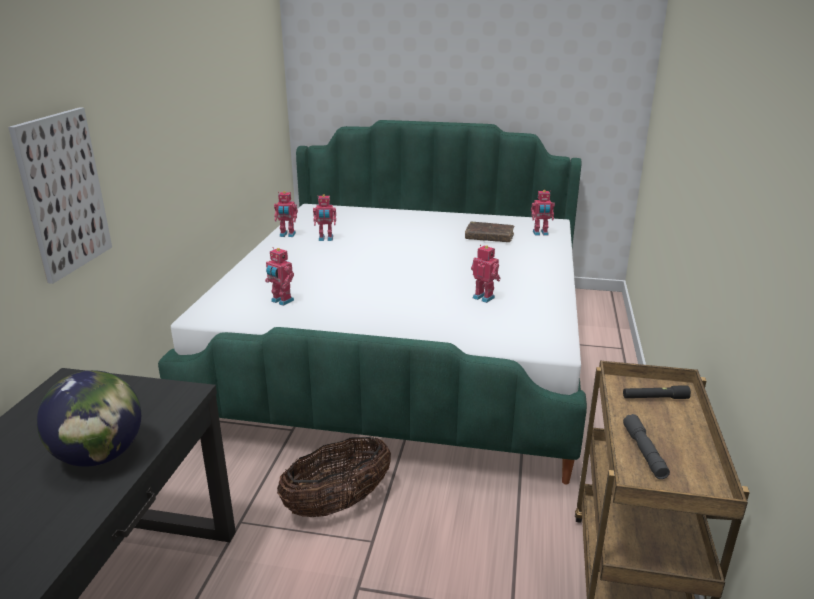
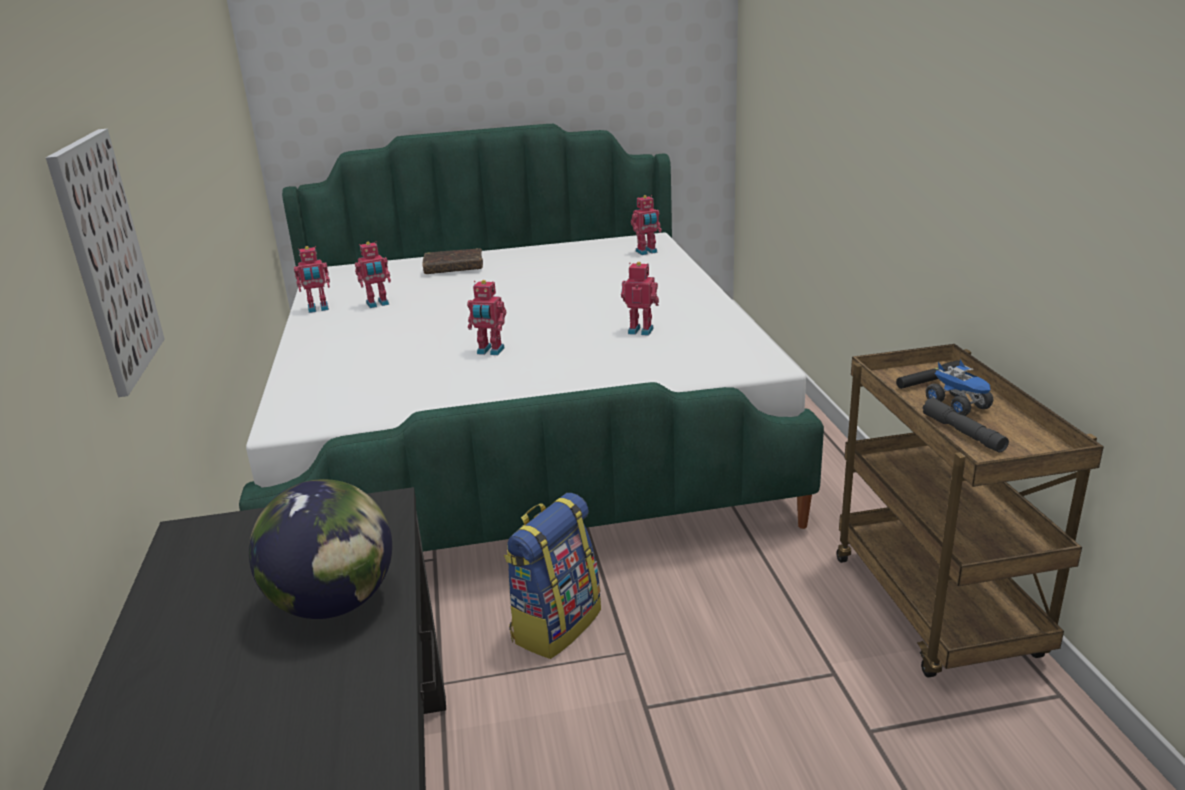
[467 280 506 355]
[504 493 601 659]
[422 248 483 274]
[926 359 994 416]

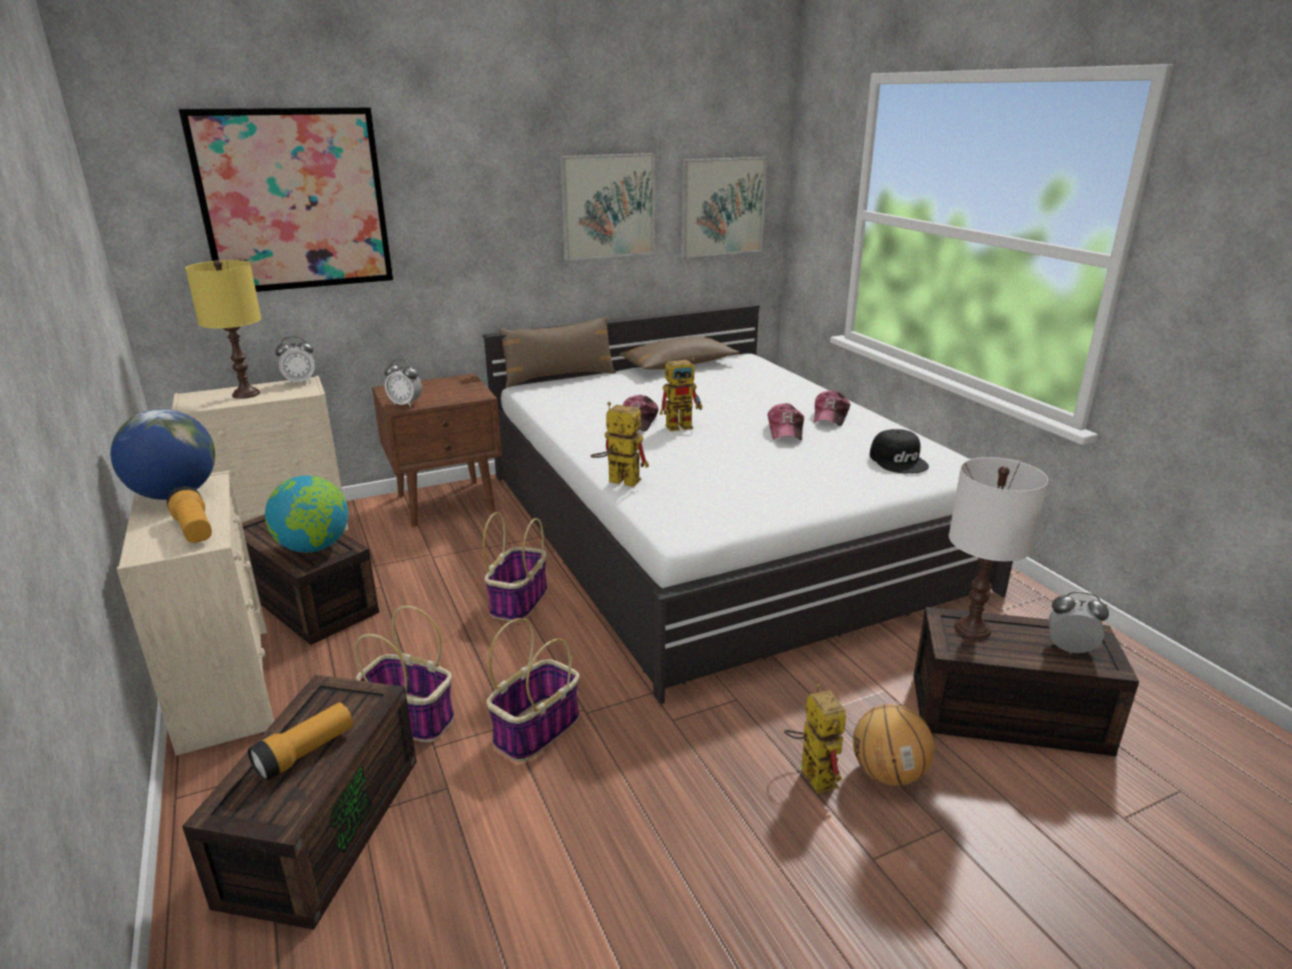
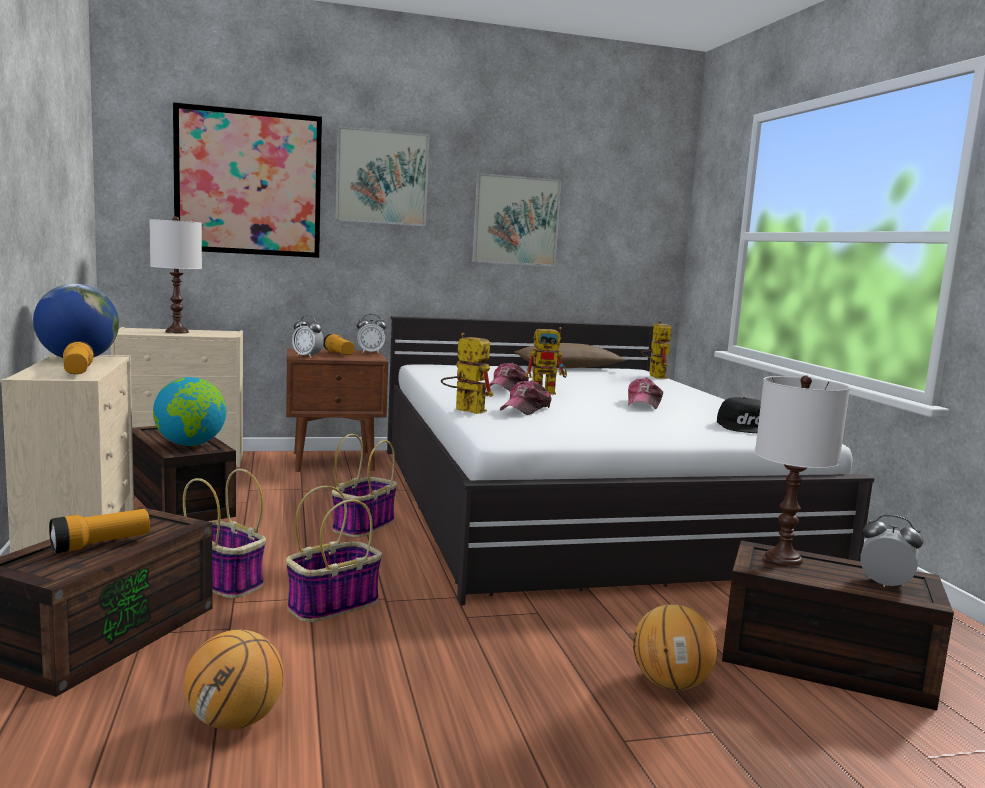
[149 216 202 333]
[357 314 386 353]
[499 317 616 387] (first image)
[335 126 430 226]
[641 321 671 379]
[500 381 551 415]
[184 629 284 730]
[323 334 355 355]

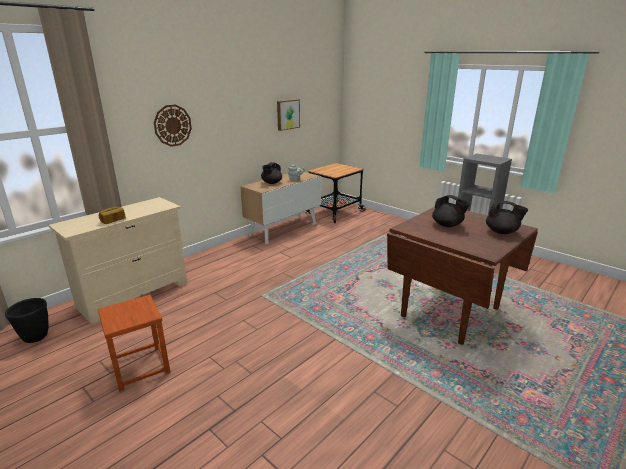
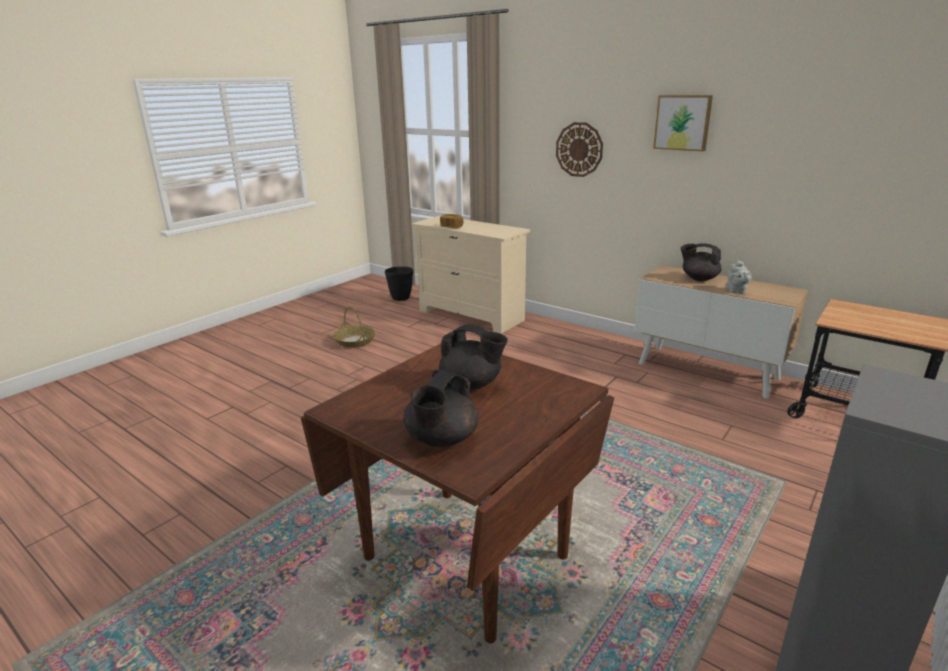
[333 307 376 348]
[653 95 713 151]
[439 325 508 390]

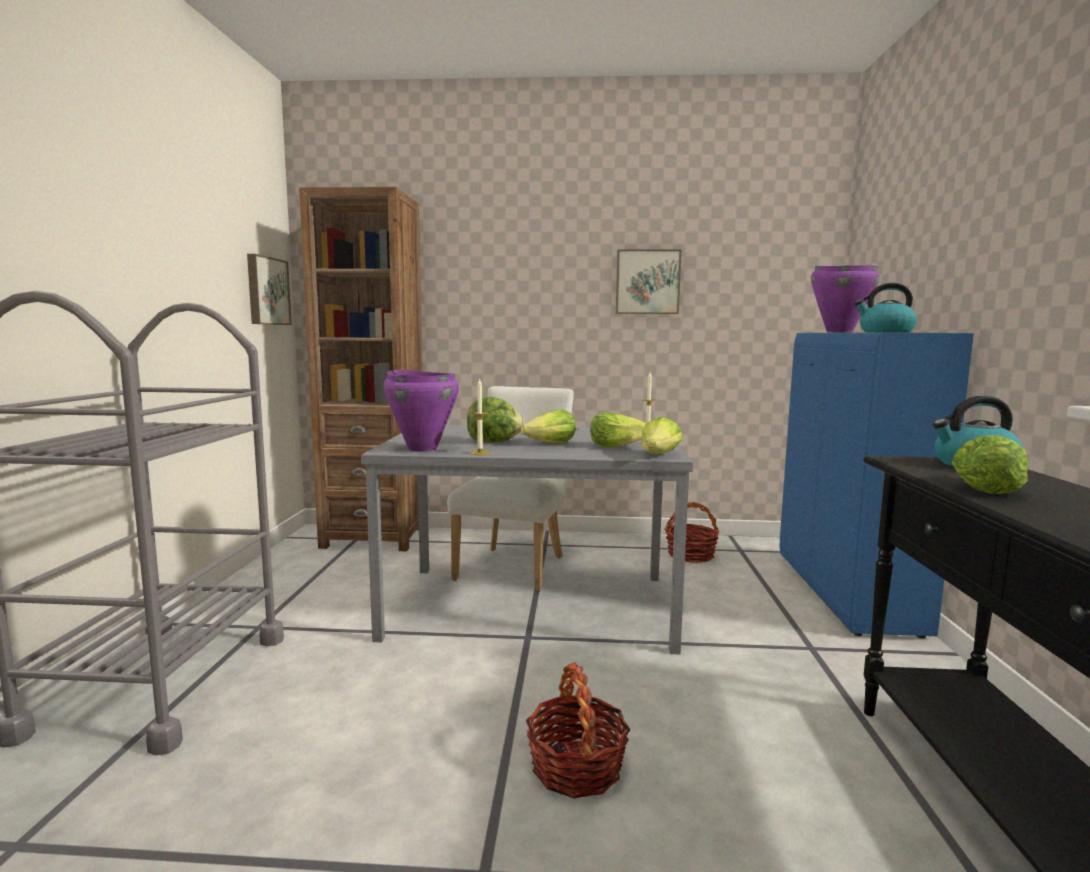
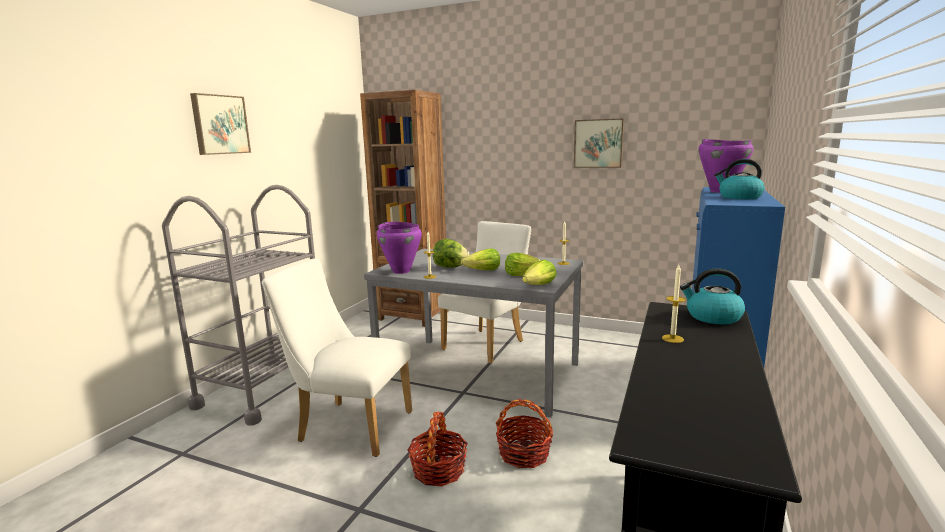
[190 93 251 155]
[496 399 553 468]
[662 265 686 343]
[262 258 412 457]

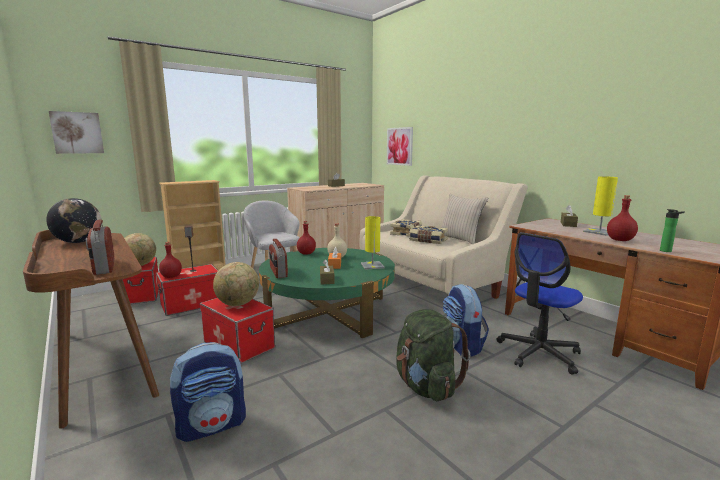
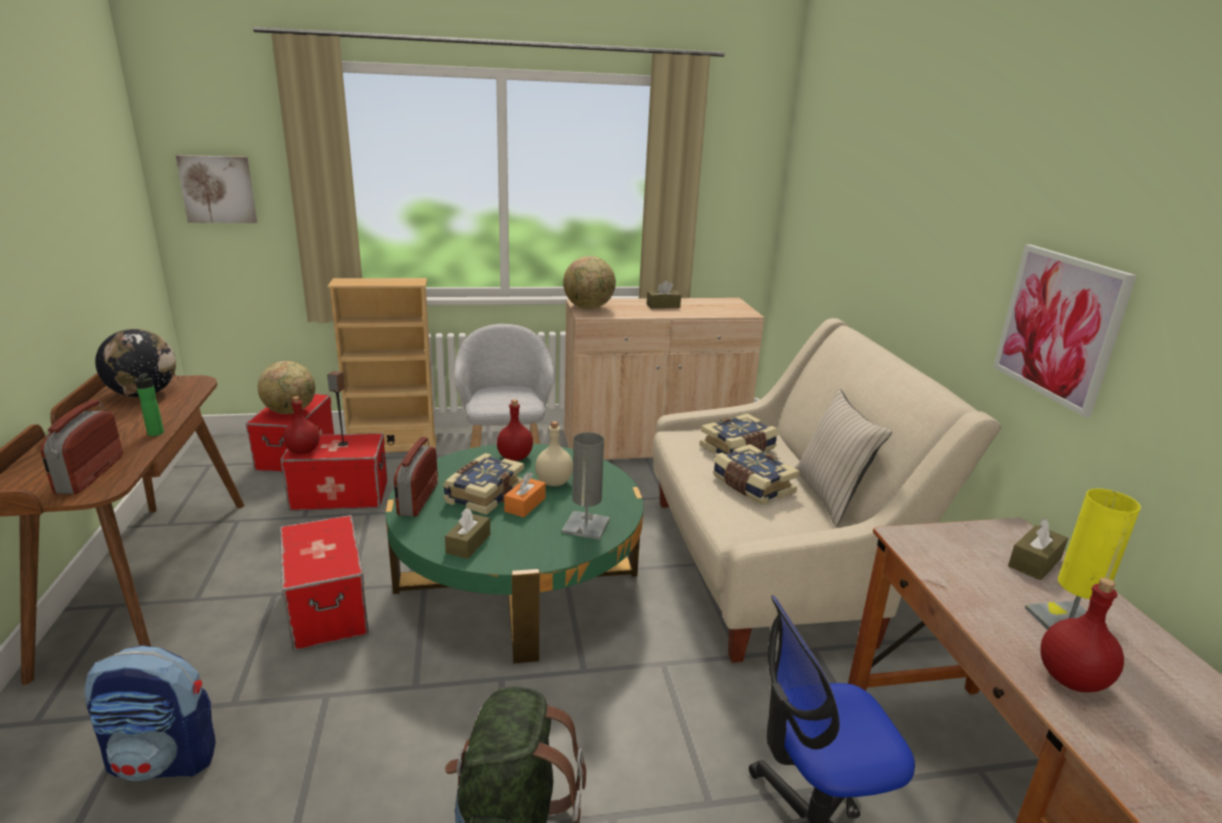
[563 256 616 309]
[562 432 610 540]
[993 244 1137 417]
[443 284 489 357] (first image)
[133 373 164 436]
[443 453 524 515]

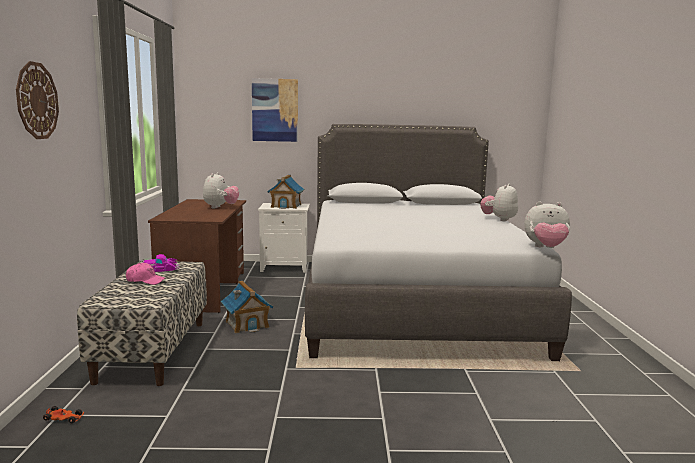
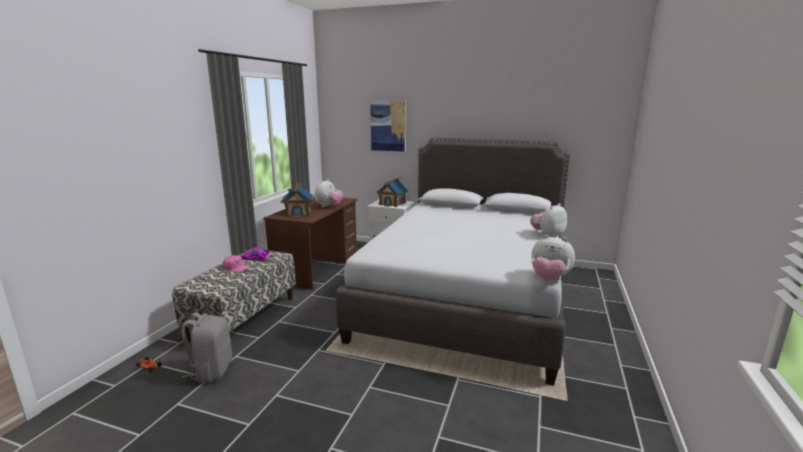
[16 61 59 139] (first image)
[281 183 314 217]
[181 313 232 383]

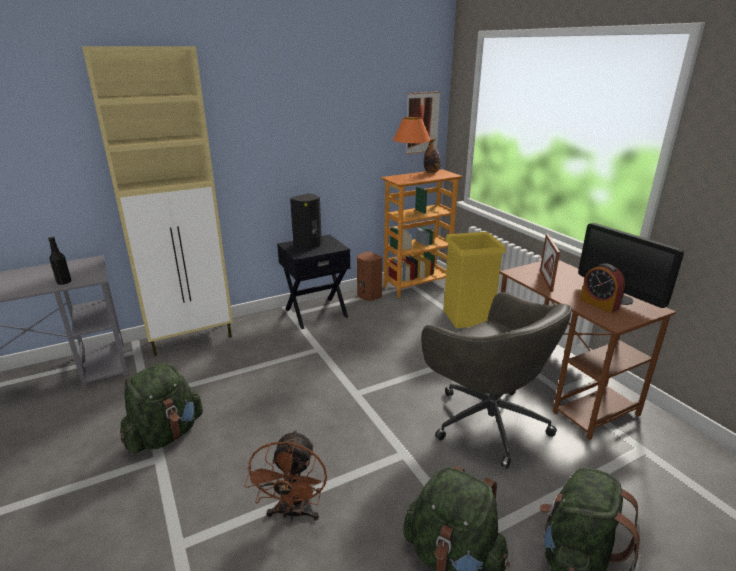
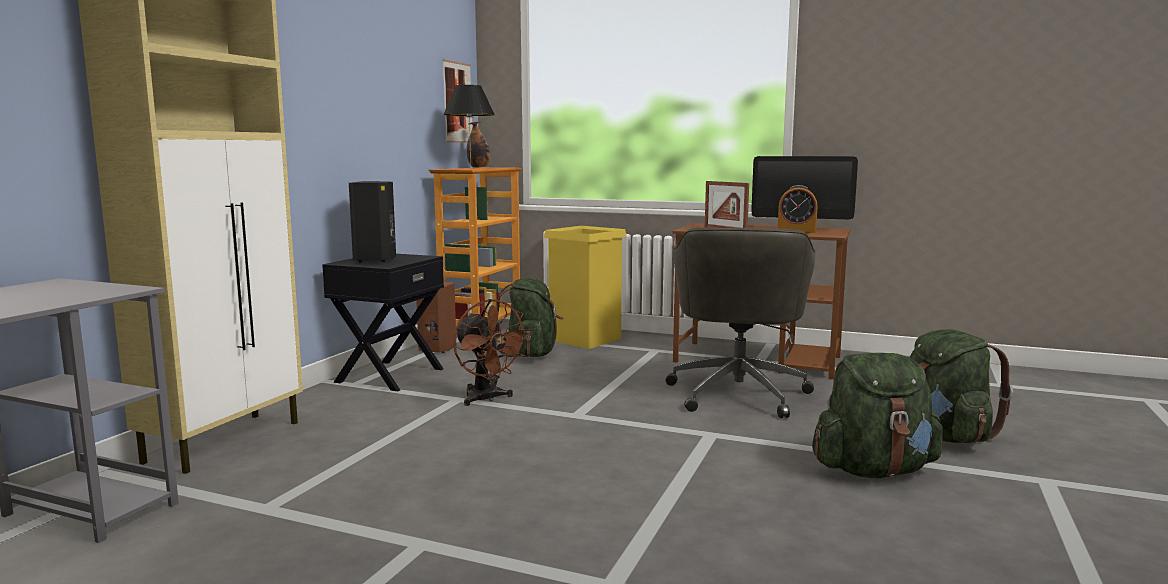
[48 237 71 285] (first image)
[496 278 563 357]
[453 299 531 406]
[443 85 495 169]
[666 227 816 418]

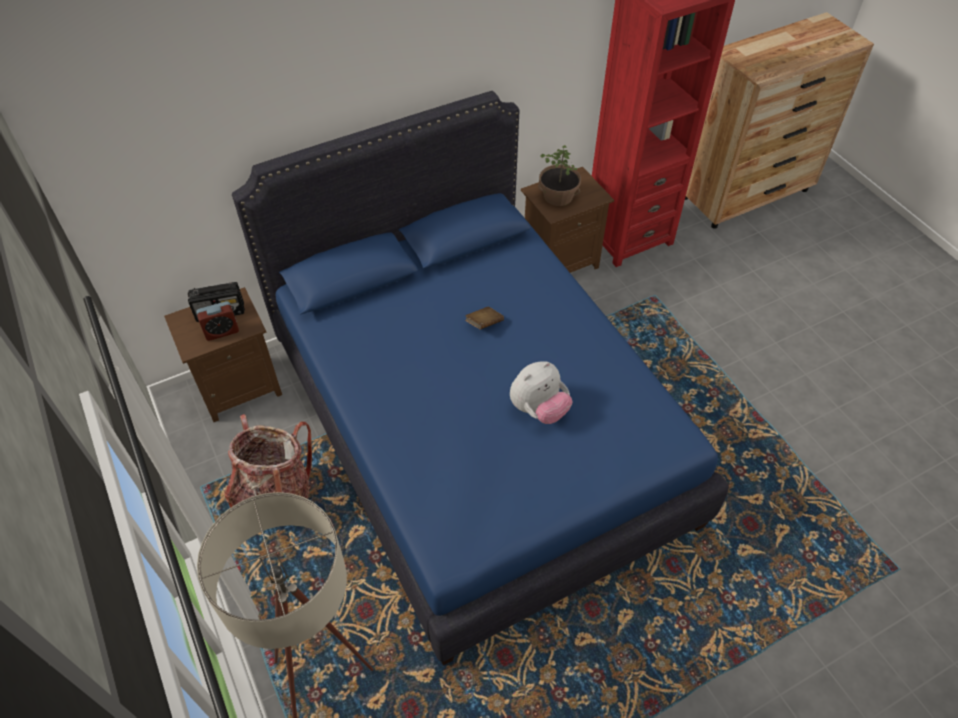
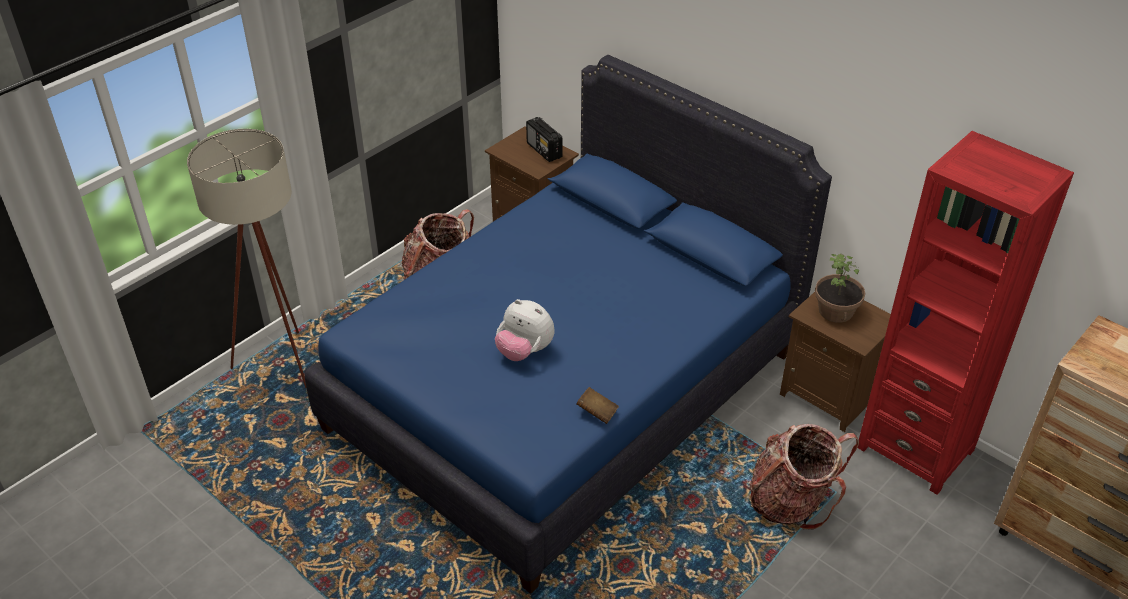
[196 301 239 341] (first image)
[576 387 619 424]
[750 424 859 530]

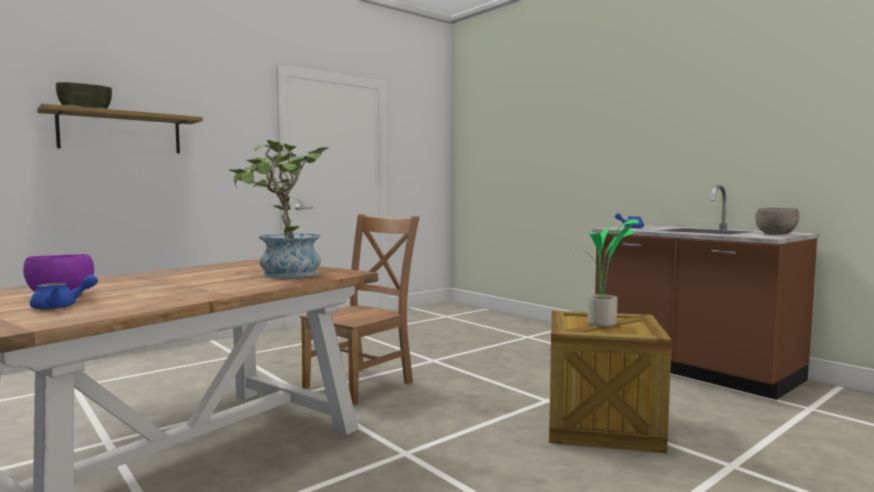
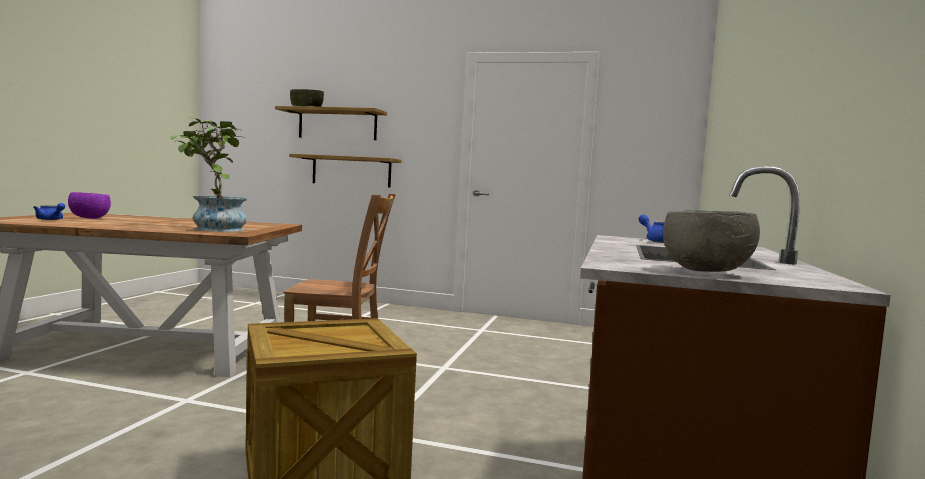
[568 219 639 327] (first image)
[289 154 401 188]

